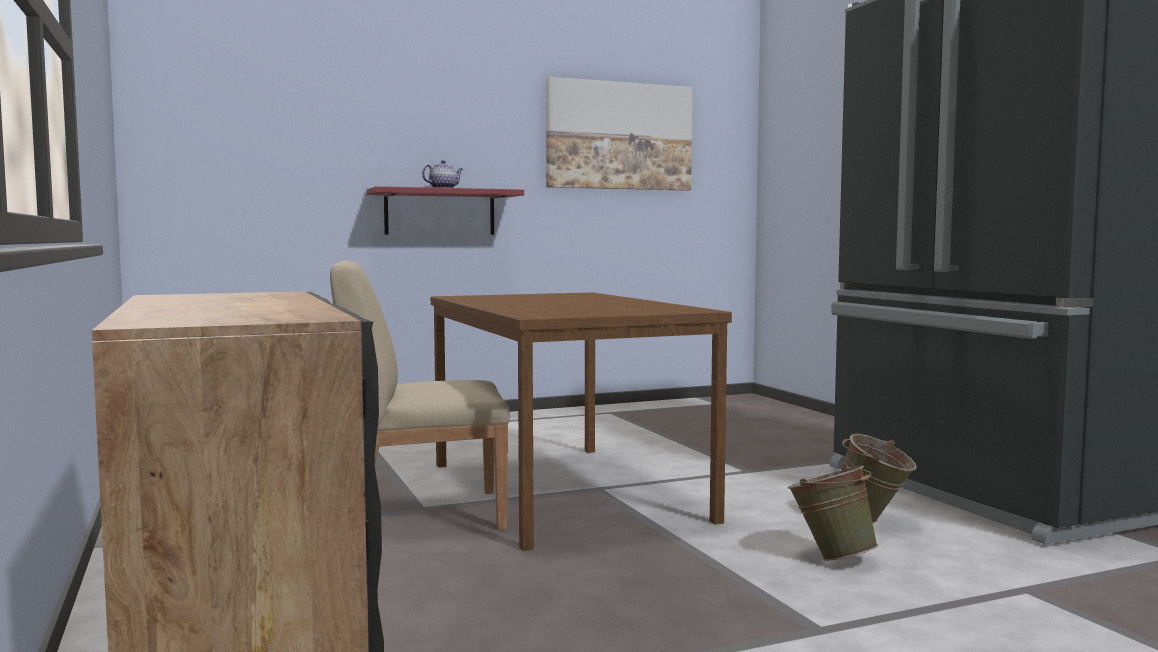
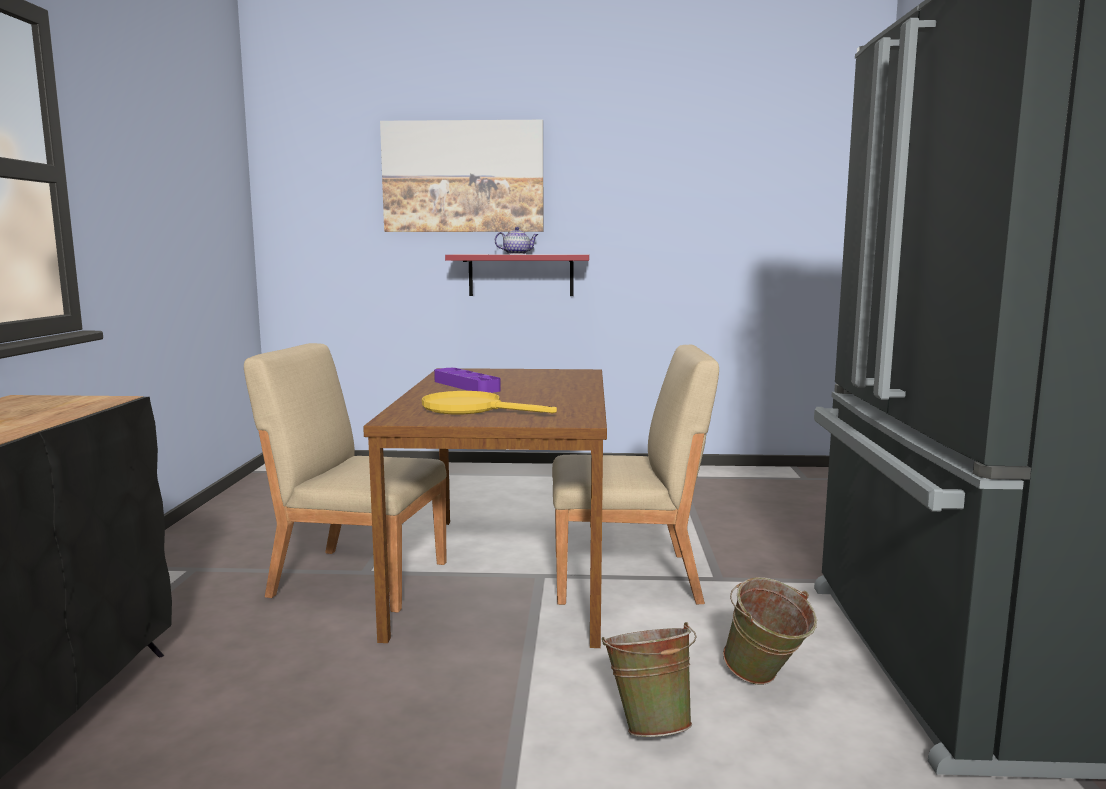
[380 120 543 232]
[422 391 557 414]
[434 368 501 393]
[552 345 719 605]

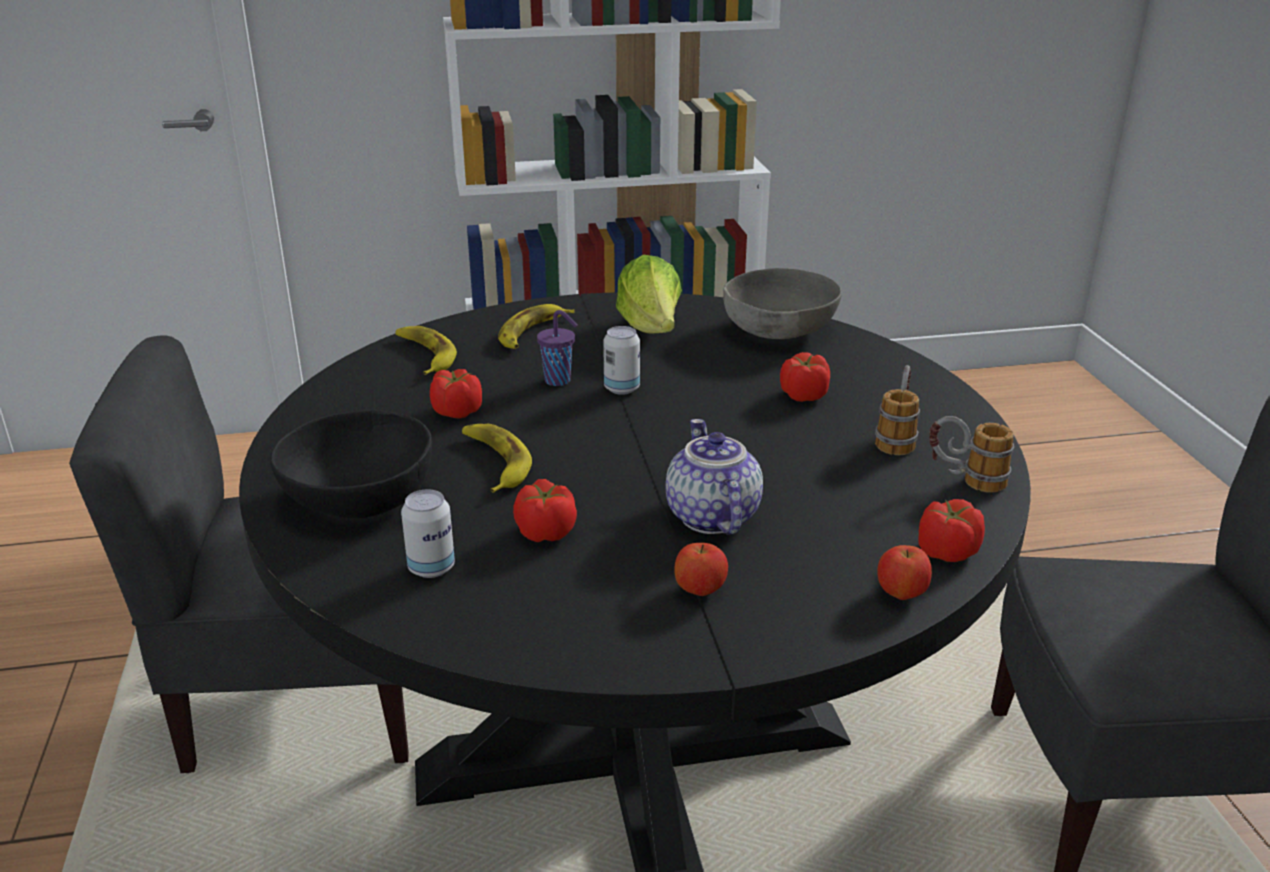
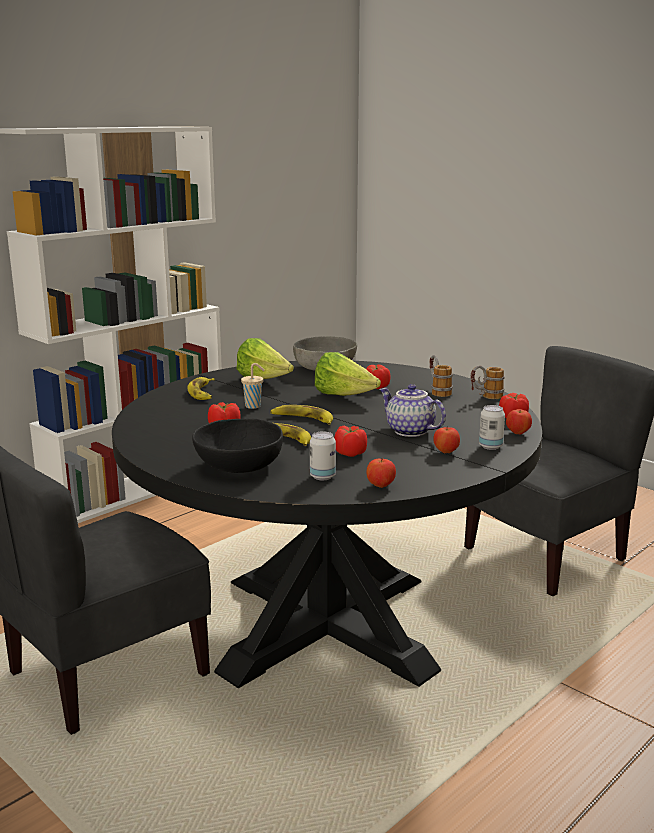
[270 405 333 425]
[241 363 265 409]
[479 405 505 450]
[315 352 381 396]
[367 458 396 488]

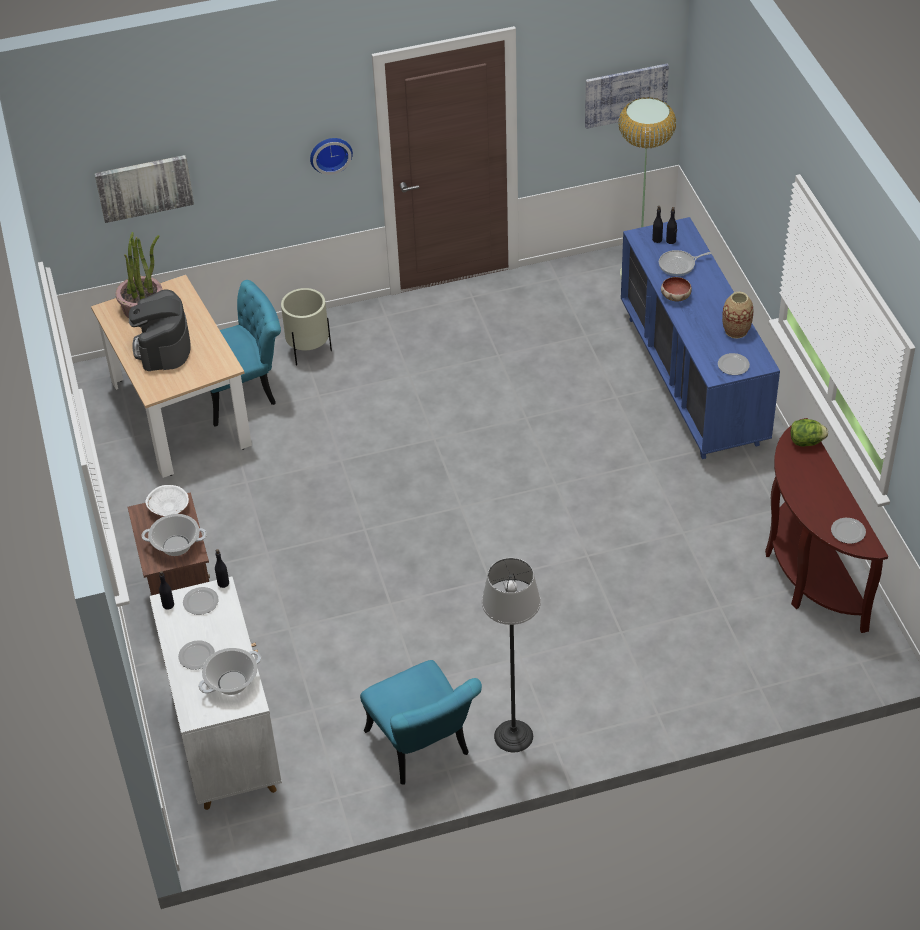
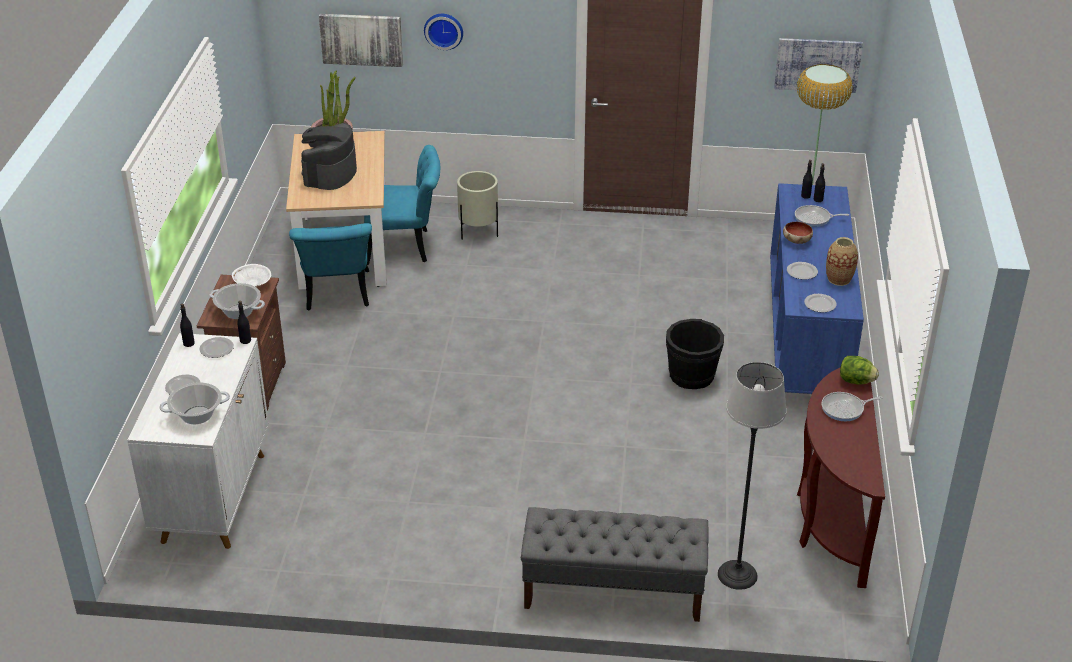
[424 14 463 50]
[289 223 372 310]
[718 362 787 590]
[787 262 818 280]
[521 507 708 622]
[666 319 724 389]
[821 392 883 421]

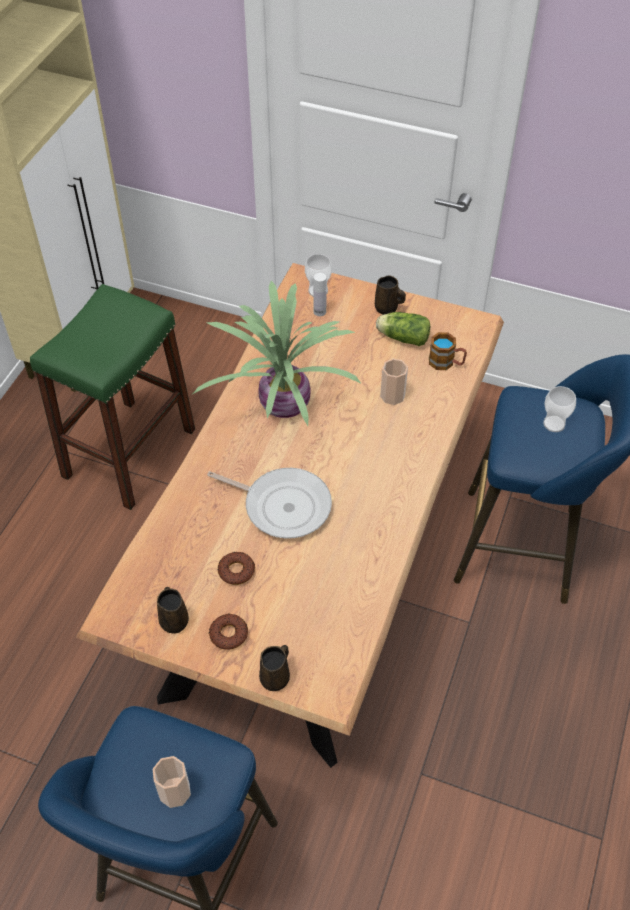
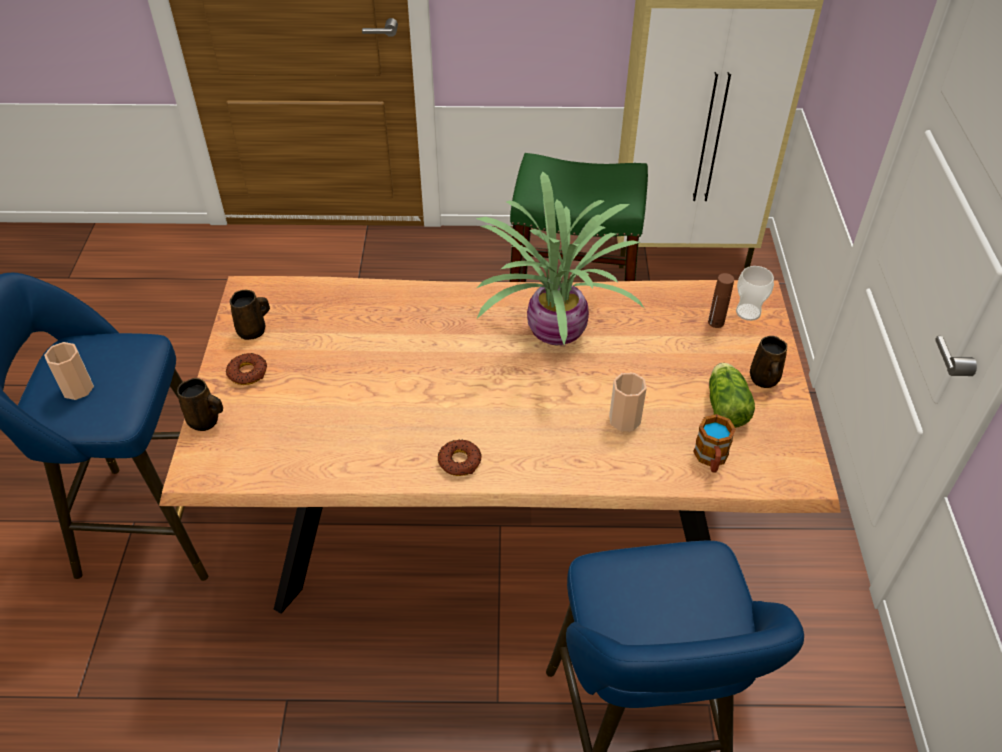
[207 468 332 539] (first image)
[438 440 482 476]
[708 273 734 328]
[543 386 576 432] (first image)

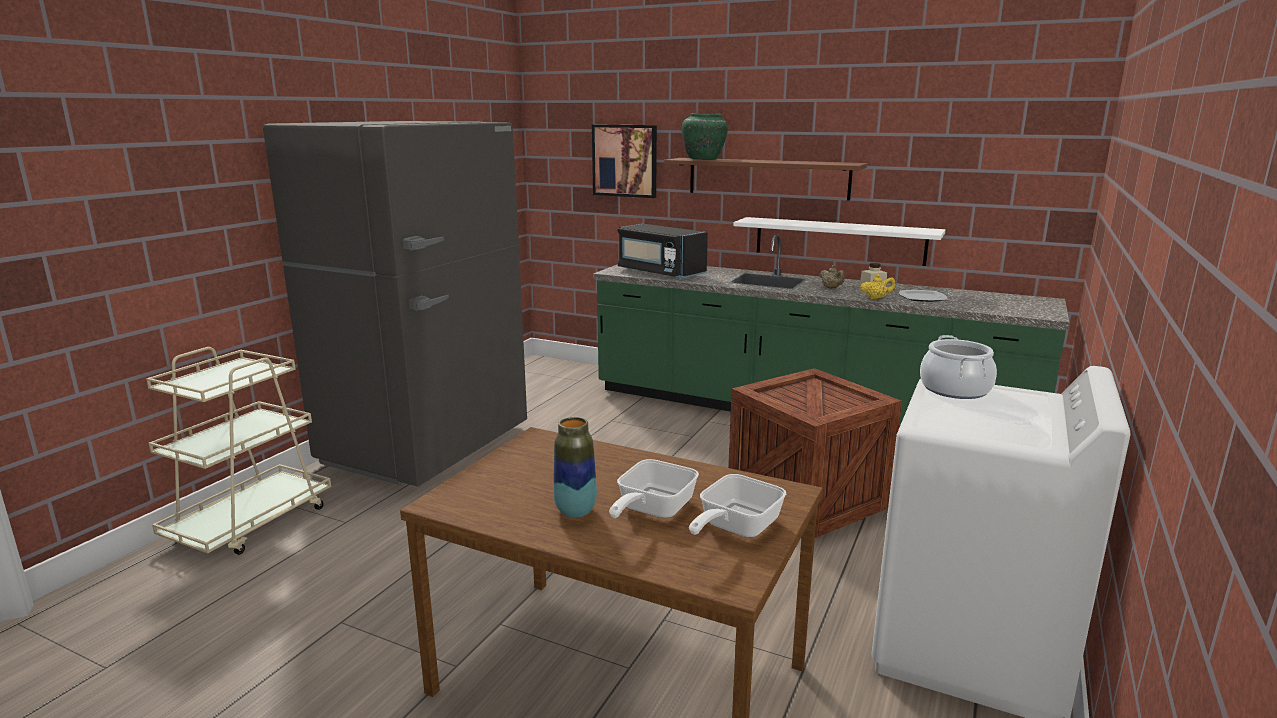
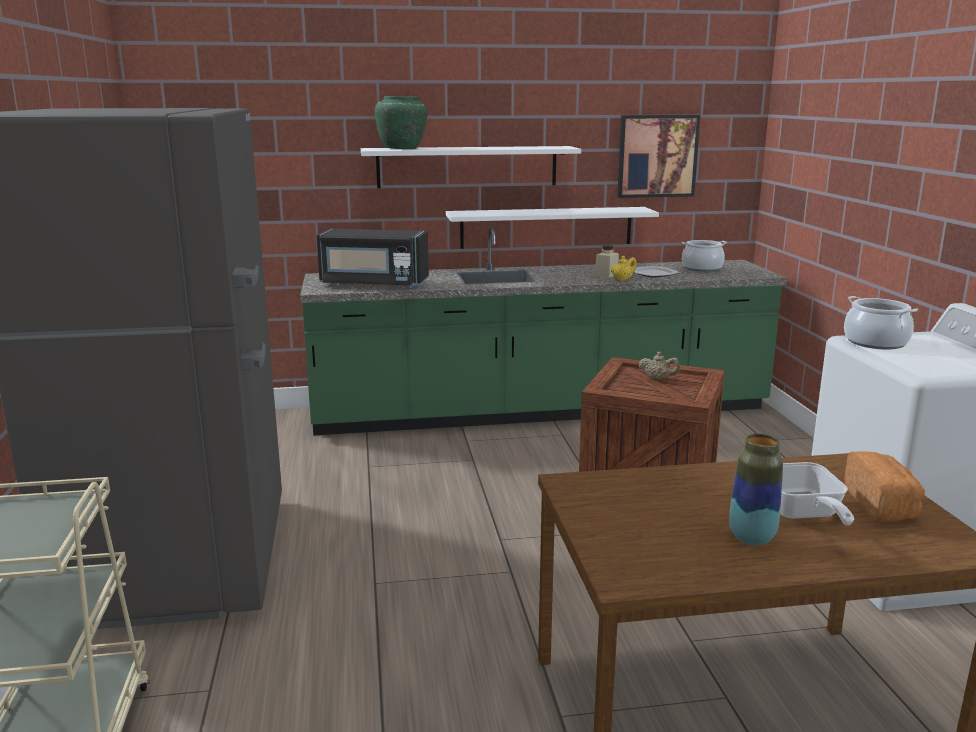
[617 115 700 198]
[361 146 581 188]
[845 451 925 523]
[638 352 680 381]
[682 240 727 272]

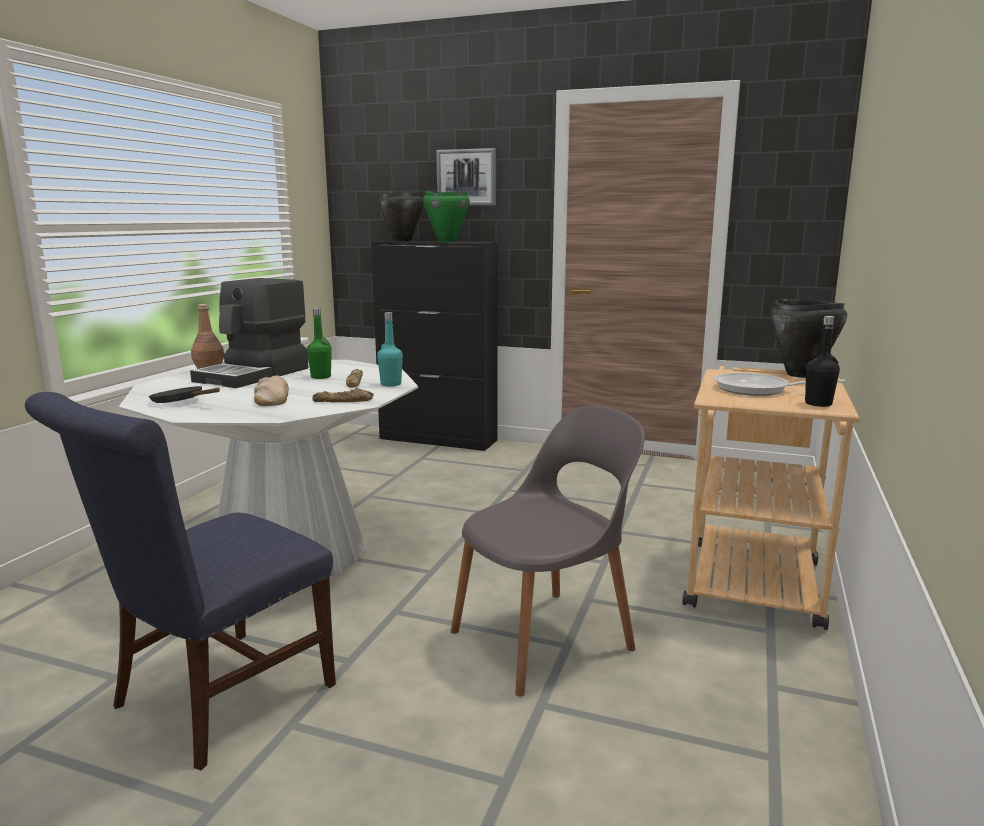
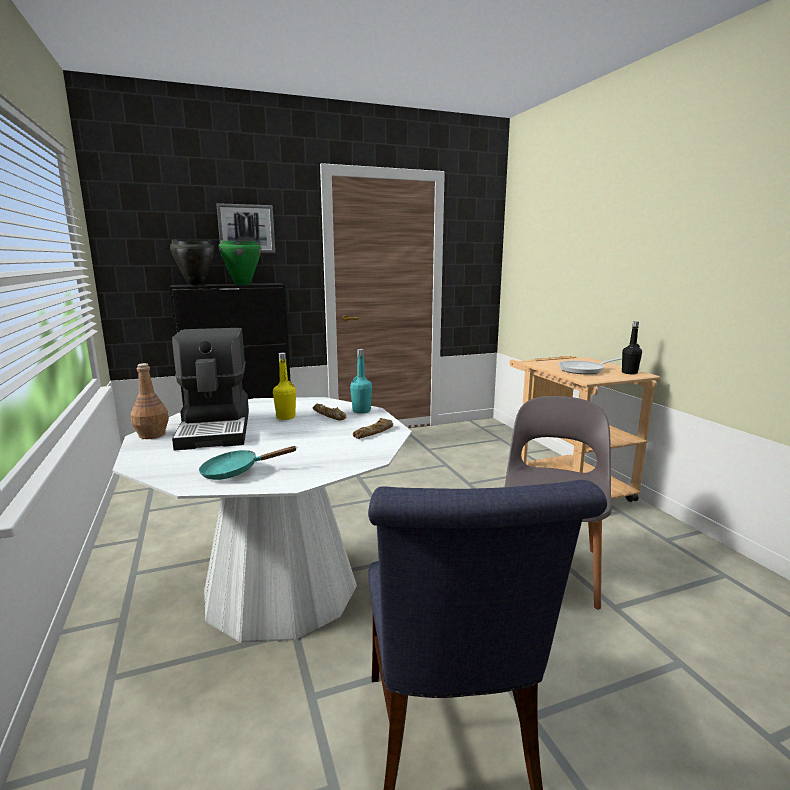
[199 446 298 480]
[254 375 289 406] (first image)
[273 353 296 420]
[770 299 847 378] (first image)

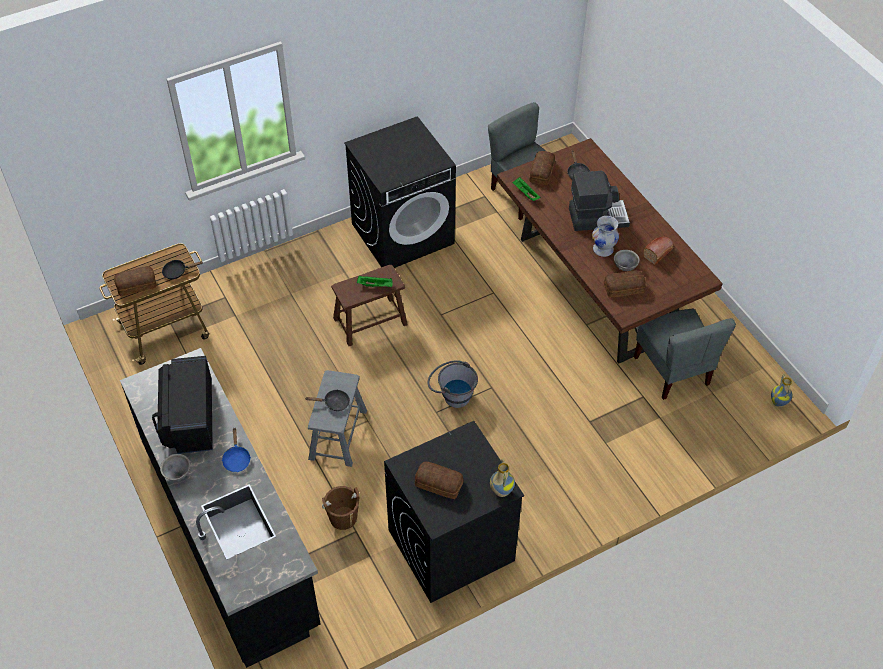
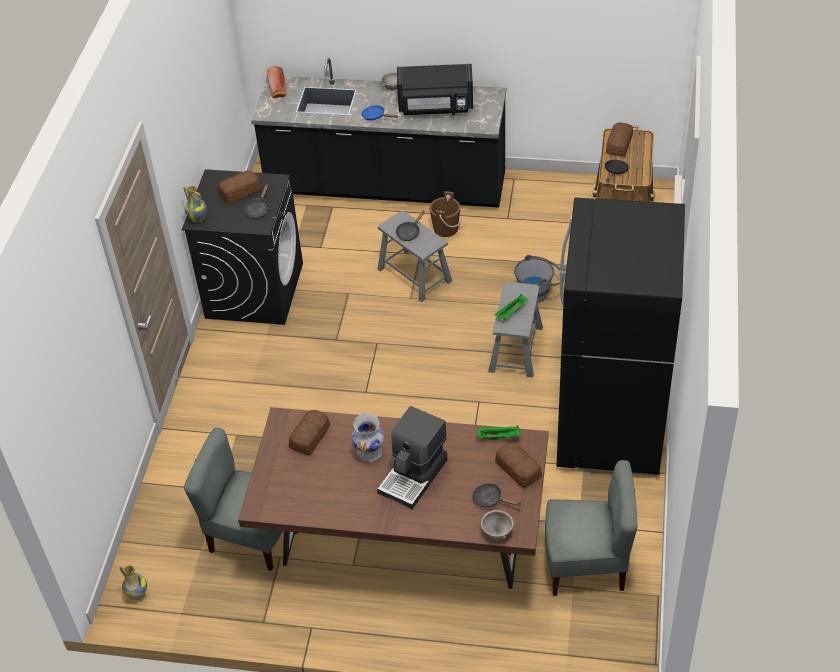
[397 64 473 115]
[429 191 461 237]
[488 282 543 377]
[557 198 685 476]
[514 255 564 303]
[481 510 514 539]
[267 66 287 98]
[245 184 270 219]

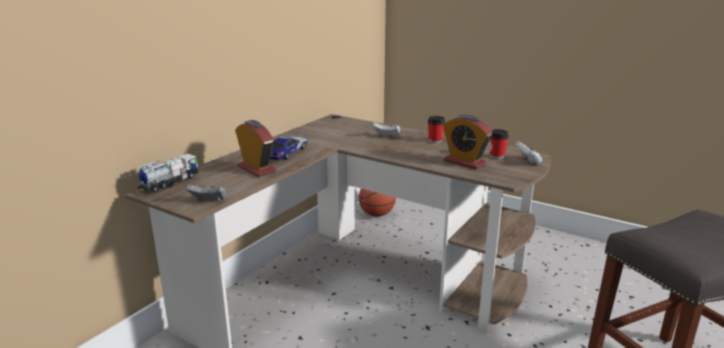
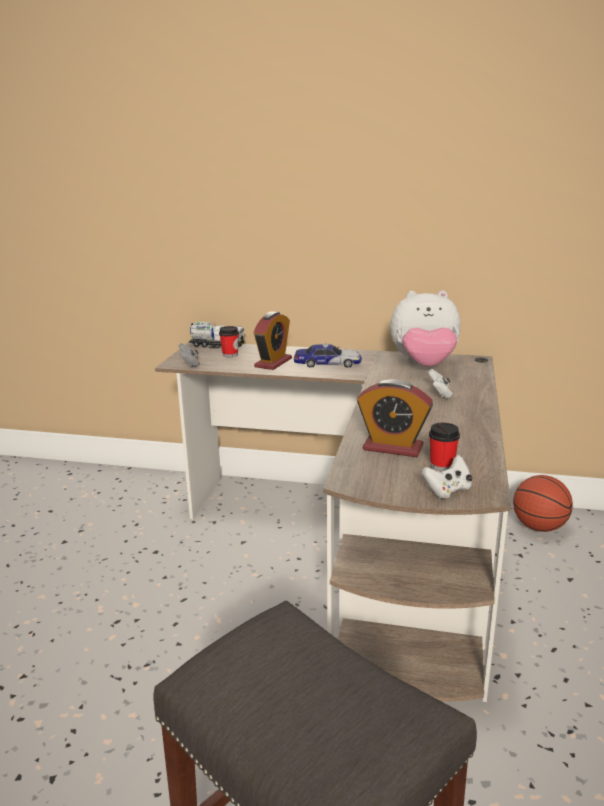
[219 326 239 357]
[357 379 433 457]
[390 291 461 366]

